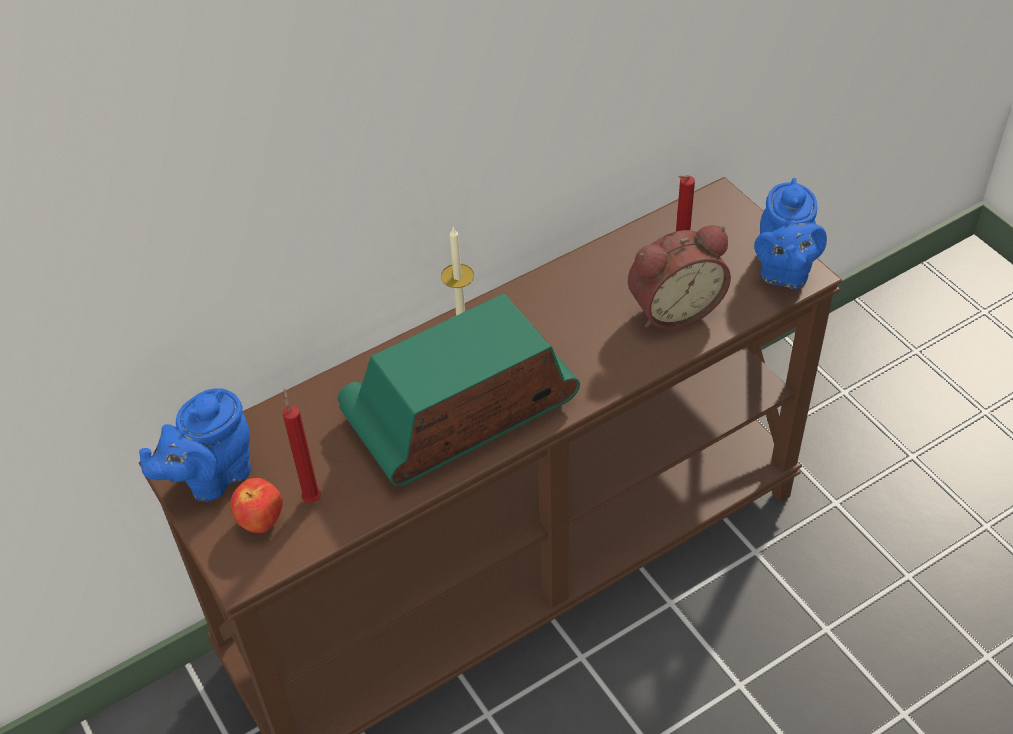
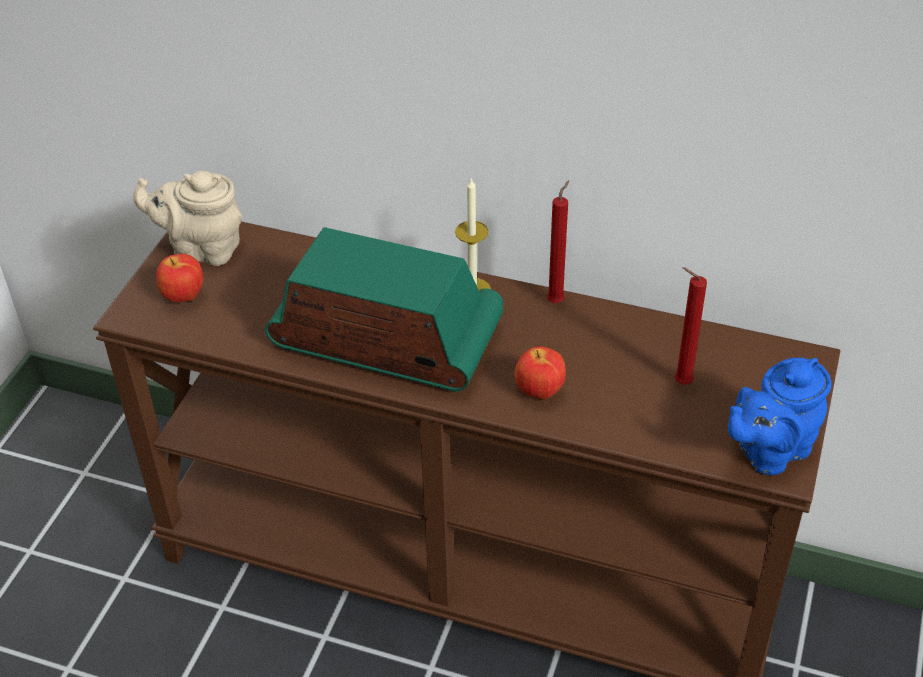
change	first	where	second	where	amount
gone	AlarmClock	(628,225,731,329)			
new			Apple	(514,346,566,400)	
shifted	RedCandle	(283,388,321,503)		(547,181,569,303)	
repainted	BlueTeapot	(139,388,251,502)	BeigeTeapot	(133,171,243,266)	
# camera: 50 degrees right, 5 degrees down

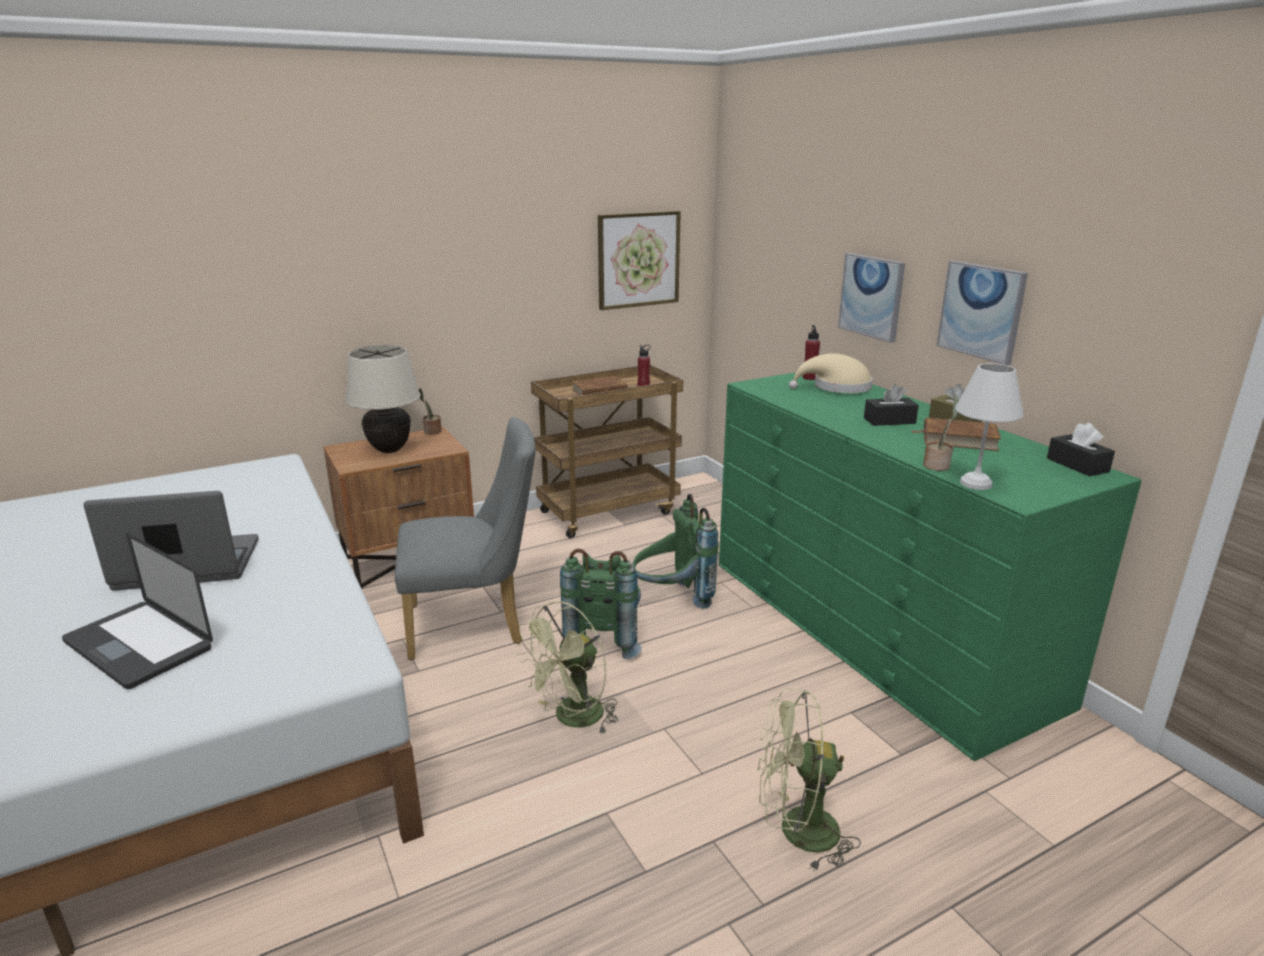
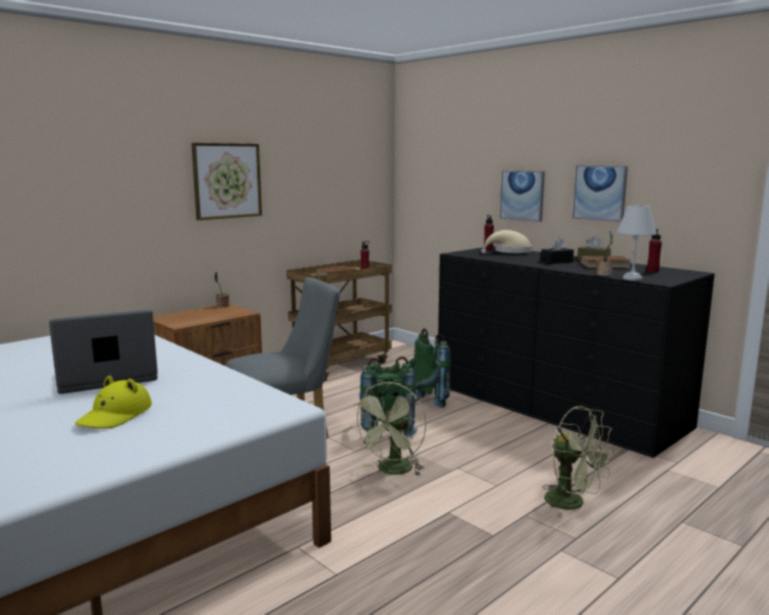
change	first	where	second	where	amount
gone	BeigeTableLamp	(345,345,421,453)			
gone	BlackTissueBox	(1047,423,1115,476)			
new			RedBottle	(647,229,662,273)	
shifted	Picture	(598,211,681,310)		(191,143,262,220)	
swapped	Laptop	(62,533,213,689)	YellowHat	(75,375,152,428)	
repainted	GreenDresser	(719,372,1142,761)	BlackDresser	(438,246,715,458)	
rotated	GreenFan	(757,689,861,872)		(542,406,614,518)	120 degrees counterclockwise
# camera: 15 degrees left, 10 degrees down

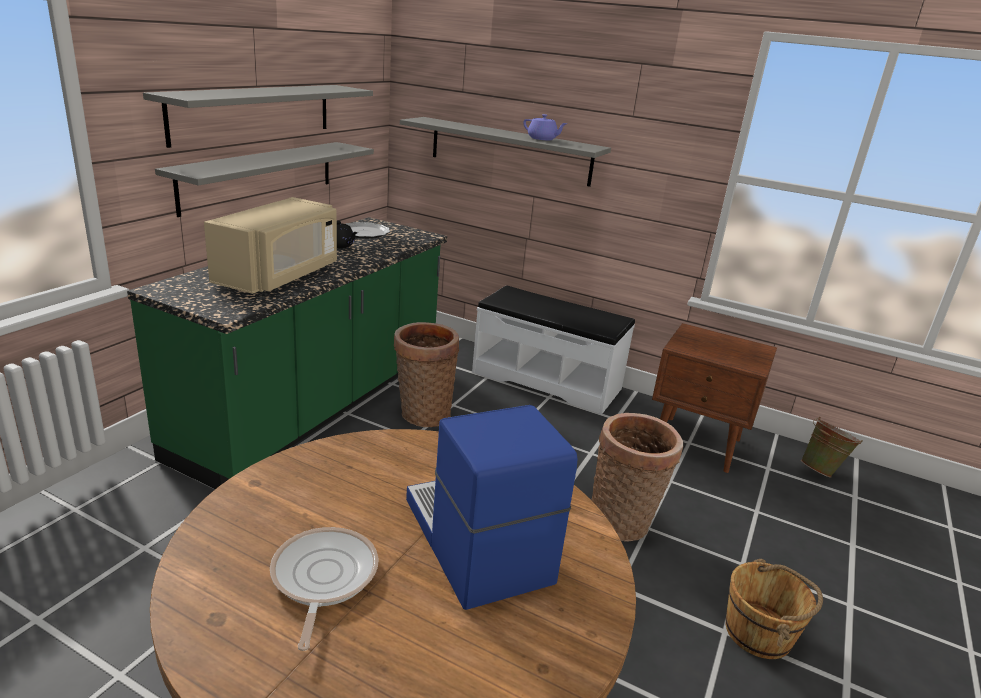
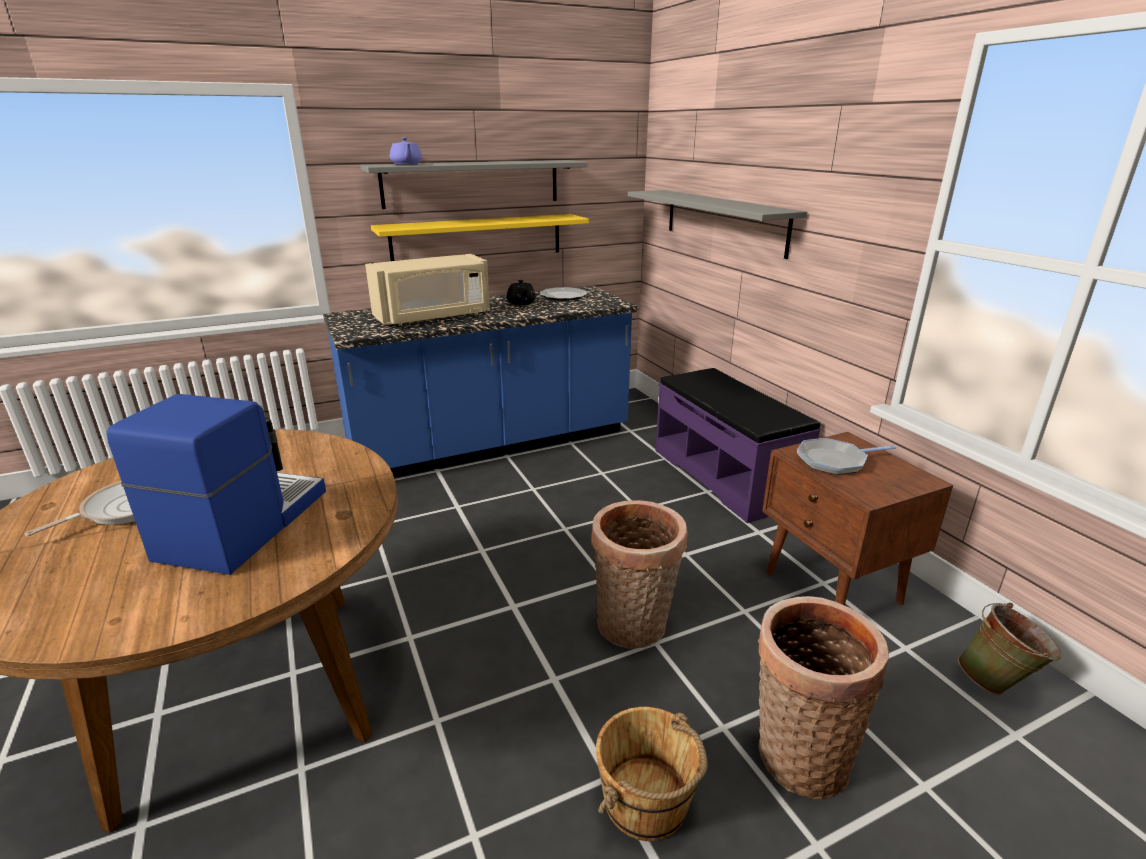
change	first	where	second	where	amount
new			FryingPan	(797,438,896,475)	
shifted	Basket	(394,322,459,427)		(758,596,889,799)	
shifted	PurpleTeapot	(523,114,568,140)		(390,137,422,165)	
repainted	GreenCounter	(127,217,447,489)	BlueCounter	(323,286,637,477)	
repainted	GreyShelf	(155,142,374,217)	YellowShelf	(371,214,589,261)	
repainted	WhiteBench	(472,285,635,414)	PurpleBench	(656,368,820,523)	
# camera: 40 degrees right, 0 degrees up

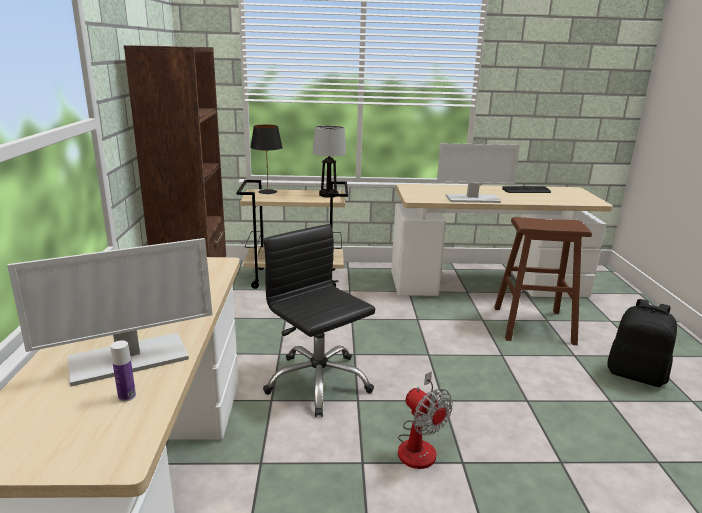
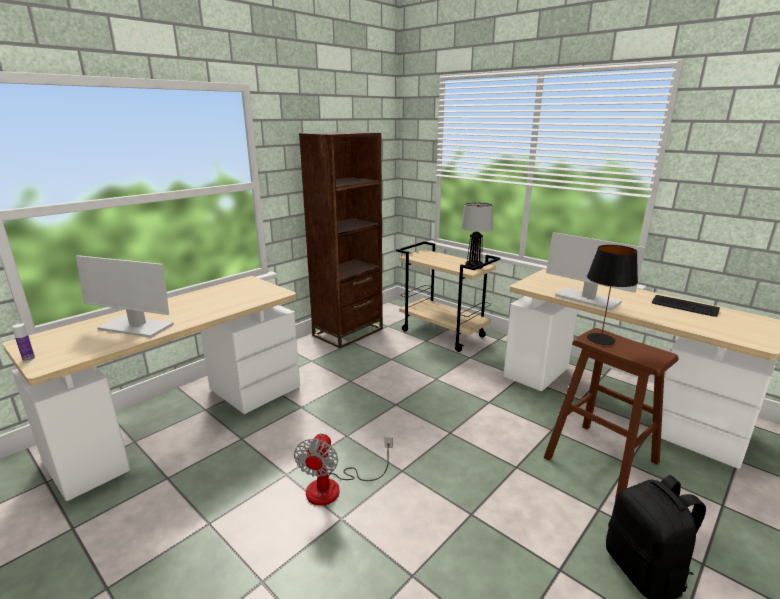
change	first	where	second	where	amount
gone	BlackOfficeChair	(263,224,375,417)			
shifted	Bottle	(110,340,136,401)		(12,323,35,361)	
shifted	BlackTableLamp	(250,125,283,194)		(587,245,638,345)	
# camera: 45 degrees right, 0 degrees up

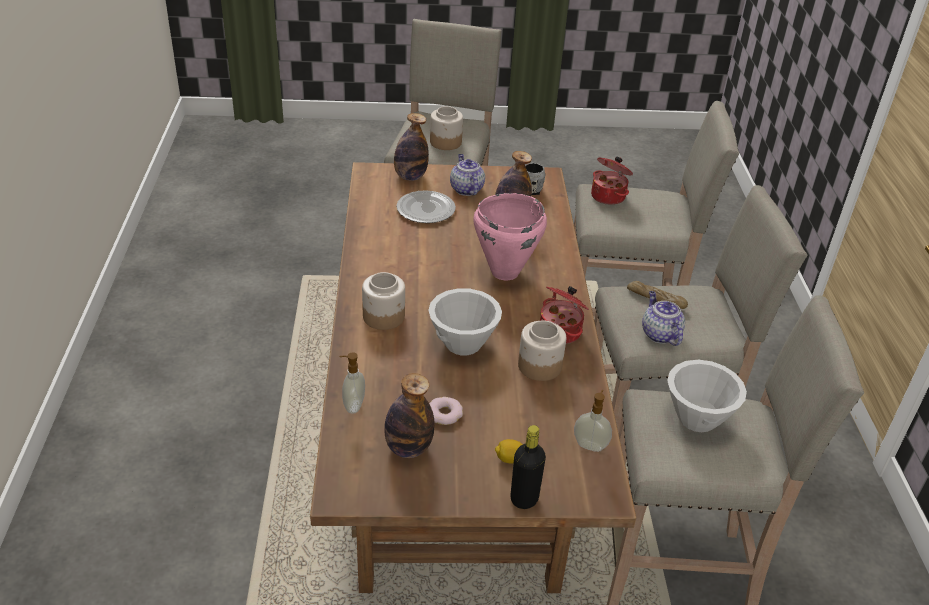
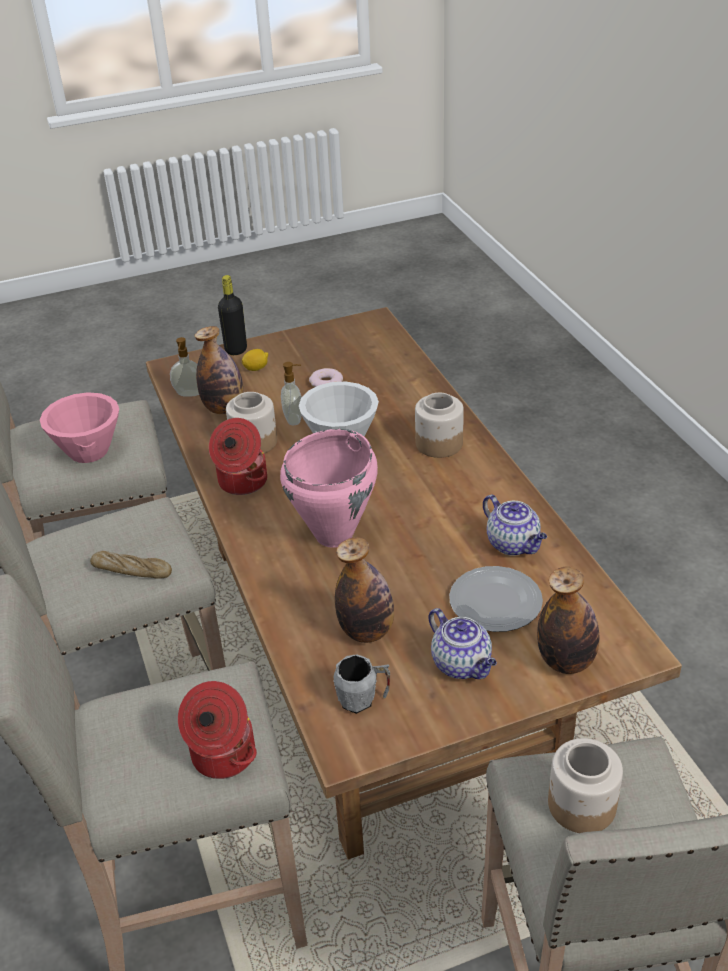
change	first	where	second	where	amount
shifted	SoapDispenser	(340,353,365,414)		(281,362,302,425)	
shifted	Bottle	(384,373,434,458)		(194,326,243,414)	
shifted	Teapot	(642,291,685,346)		(483,495,547,556)	
repainted	WhiteBowl	(667,360,747,432)	PinkBowl	(40,392,119,463)	
# camera: 165 degrees right, 0 degrees up

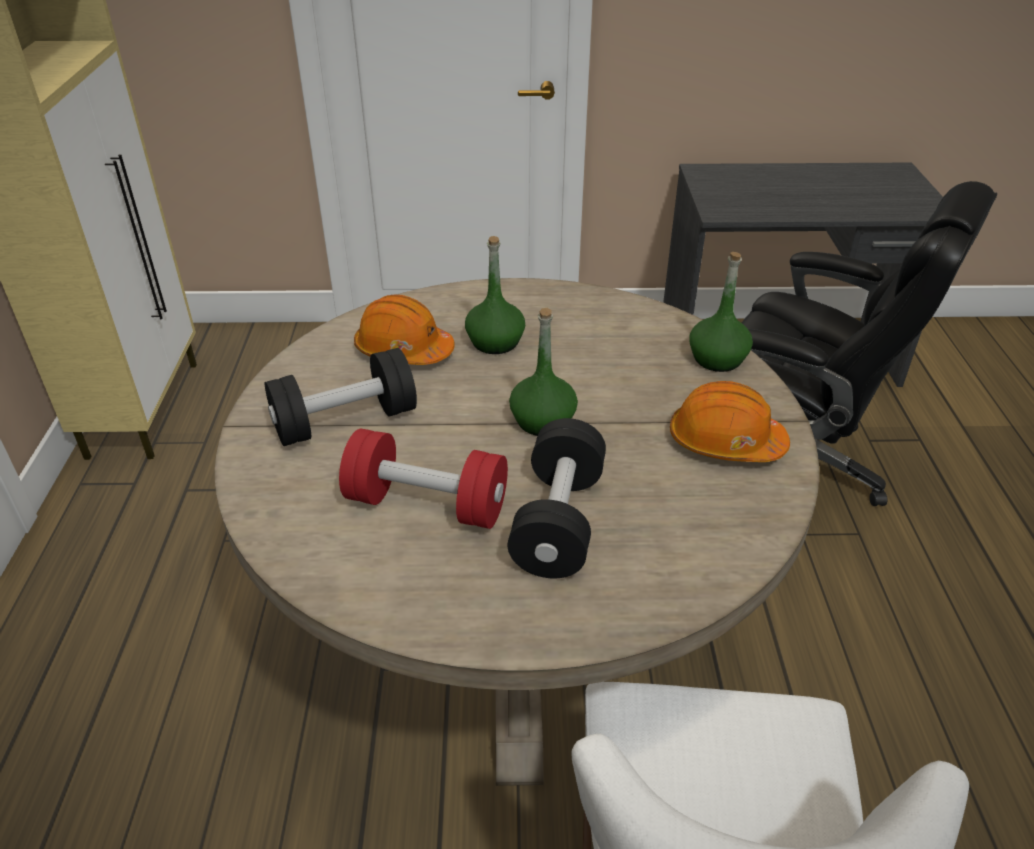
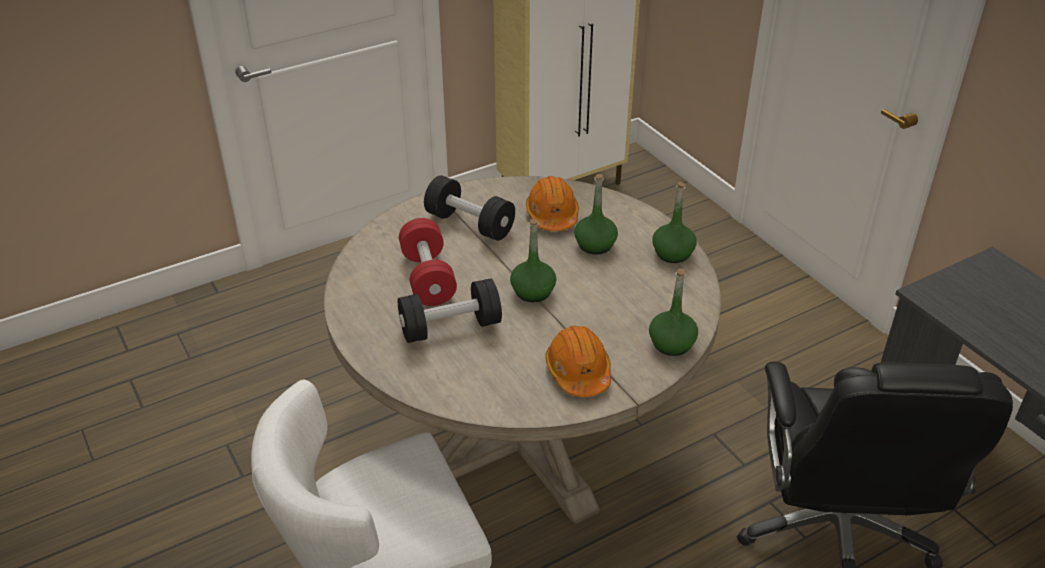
change	first	where	second	where	amount
new			GreenBottle	(652,182,697,263)	
# camera: 60 degrees right, 0 degrees up

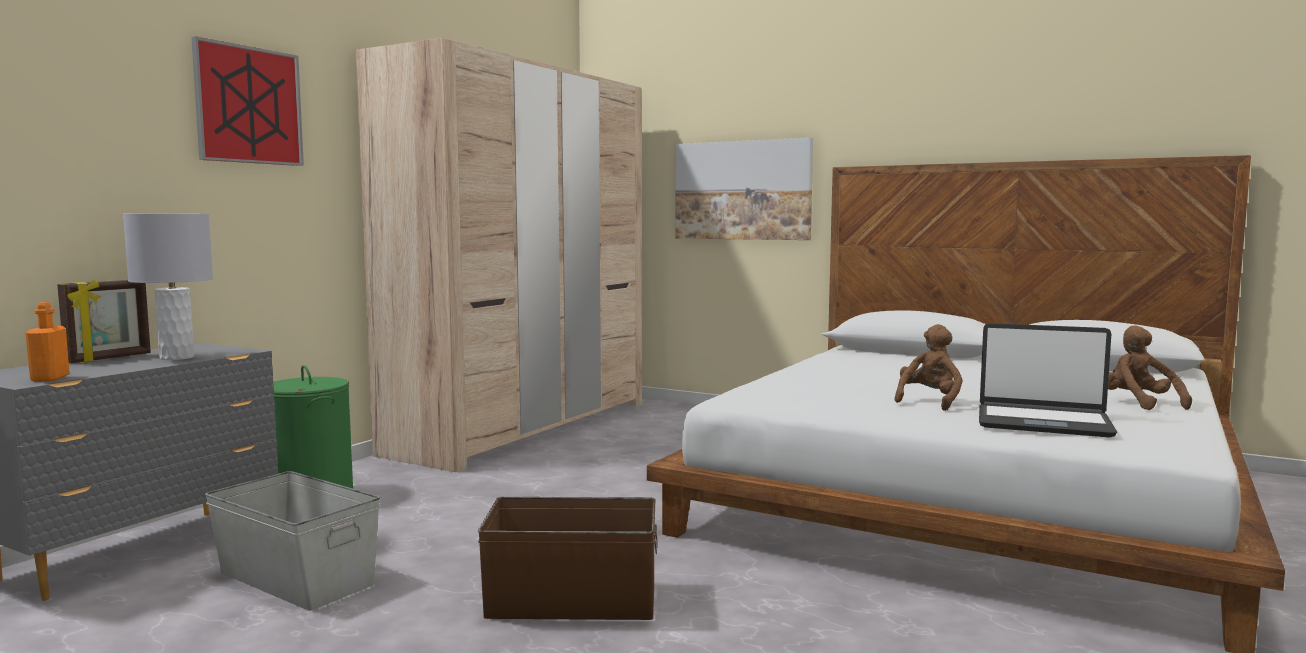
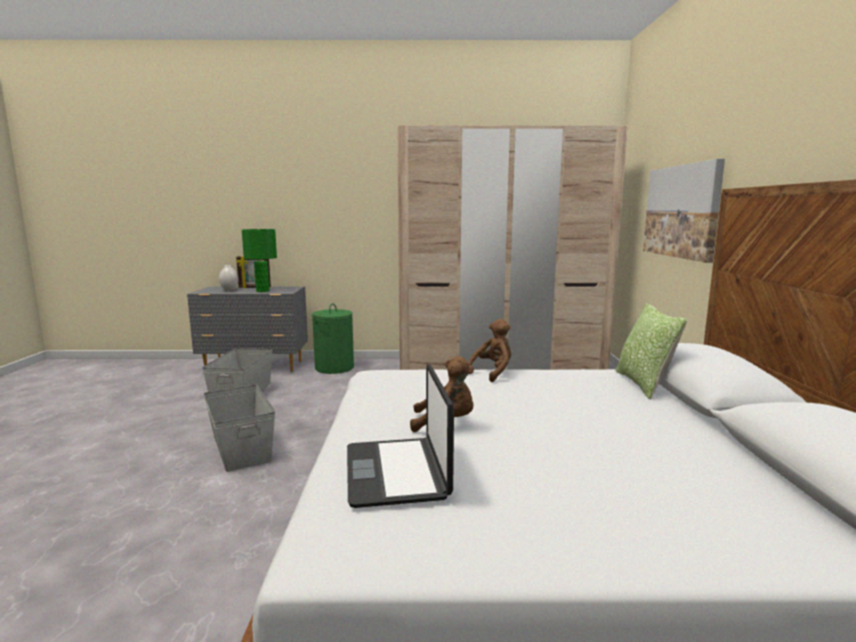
change	first	where	second	where	amount
gone	OrangeBottle	(26,302,70,382)			
gone	Picture	(191,36,304,166)			
new			WhiteVase	(219,265,239,291)	
new			Pillow	(615,303,687,400)	
shifted	BrownPlushToy	(1108,325,1192,410)		(468,319,511,382)	
repainted	GreyTableLamp	(123,214,213,360)	GreenTableLamp	(242,229,277,292)	
repainted	BrownStorageBox	(478,497,657,620)	GreyStorageBox	(203,385,276,472)	
# camera: 60 degrees right, 5 degrees up

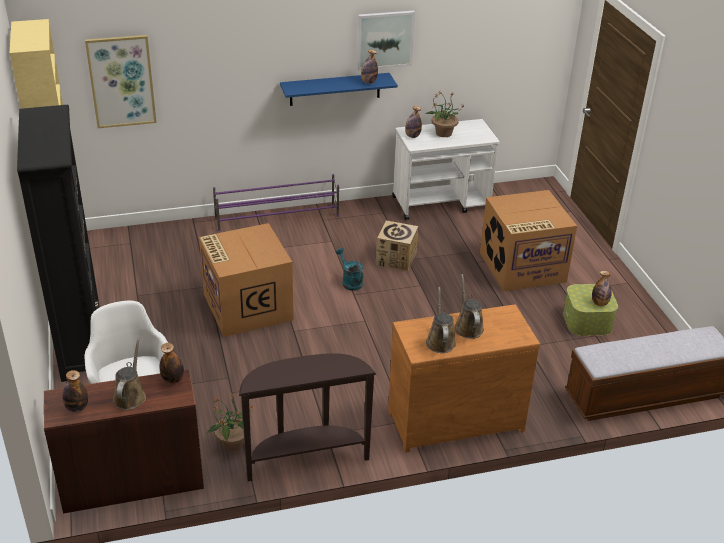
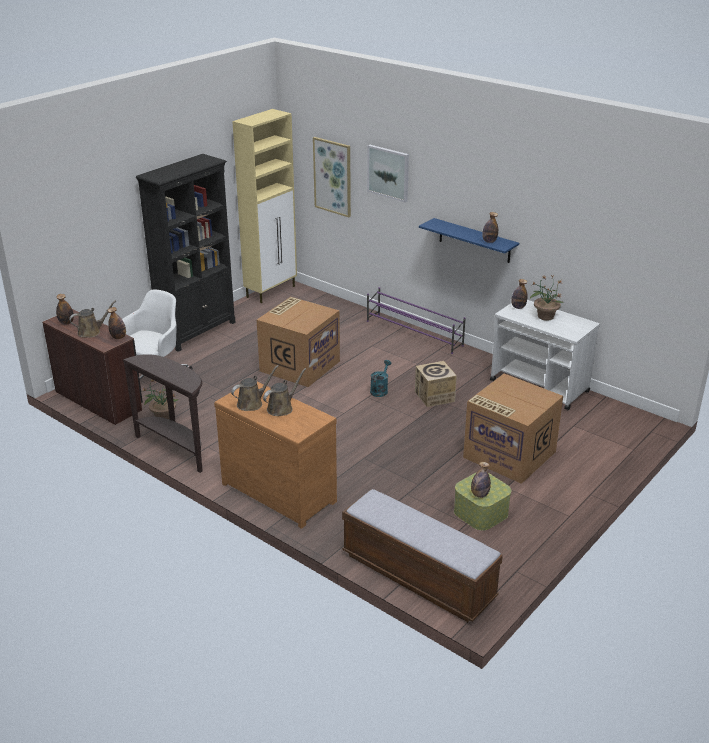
change	first	where	second	where	amount
shifted	Picture	(357,11,415,70)		(367,145,409,202)	
# camera: 55 degrees right, 5 degrees down

